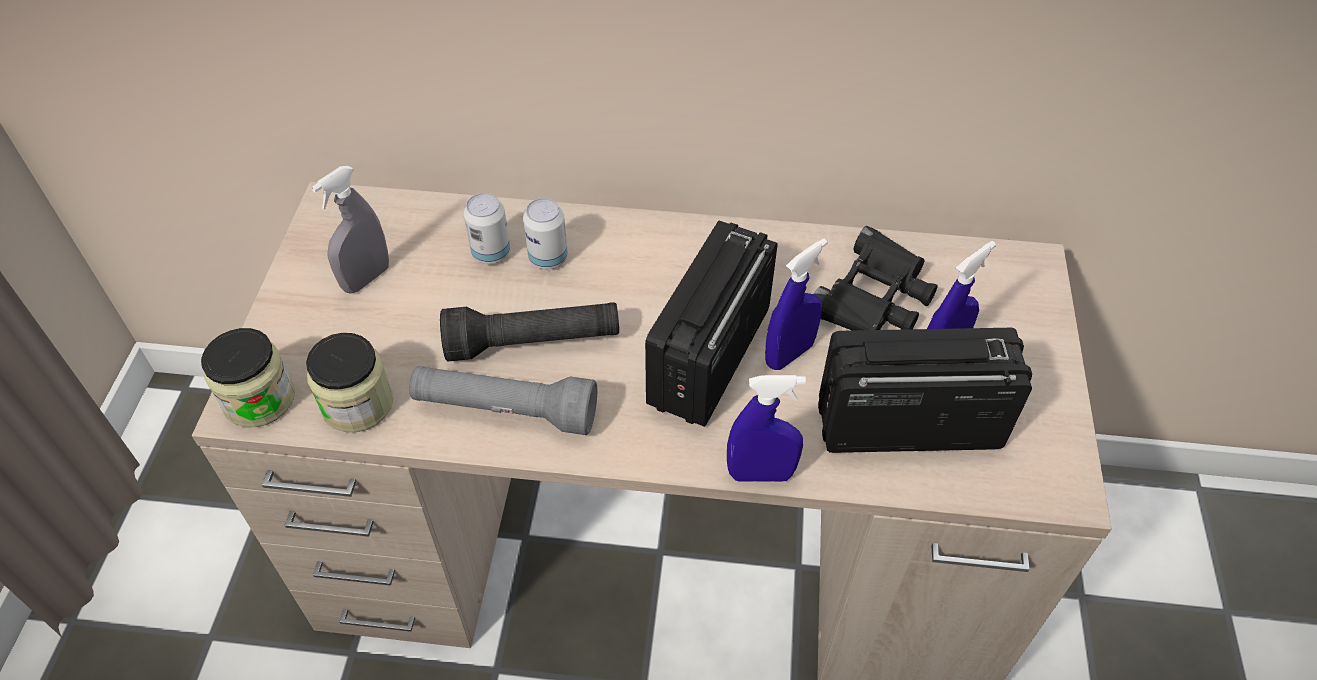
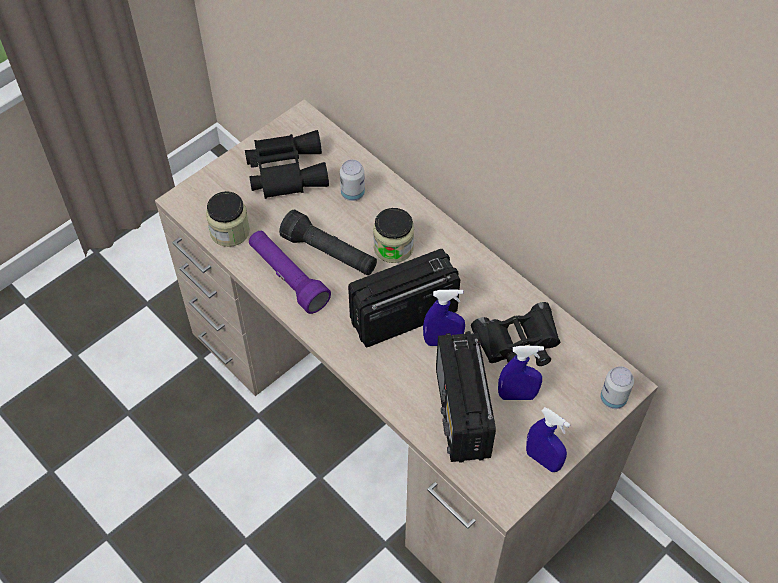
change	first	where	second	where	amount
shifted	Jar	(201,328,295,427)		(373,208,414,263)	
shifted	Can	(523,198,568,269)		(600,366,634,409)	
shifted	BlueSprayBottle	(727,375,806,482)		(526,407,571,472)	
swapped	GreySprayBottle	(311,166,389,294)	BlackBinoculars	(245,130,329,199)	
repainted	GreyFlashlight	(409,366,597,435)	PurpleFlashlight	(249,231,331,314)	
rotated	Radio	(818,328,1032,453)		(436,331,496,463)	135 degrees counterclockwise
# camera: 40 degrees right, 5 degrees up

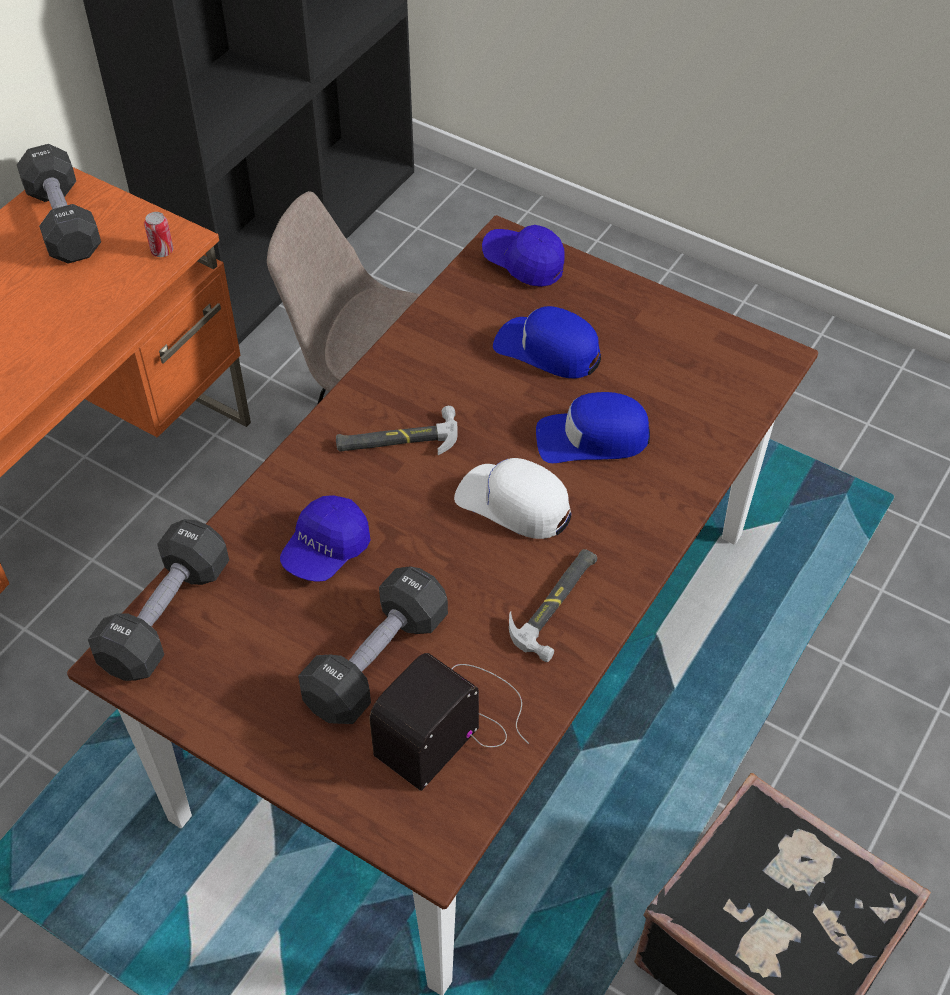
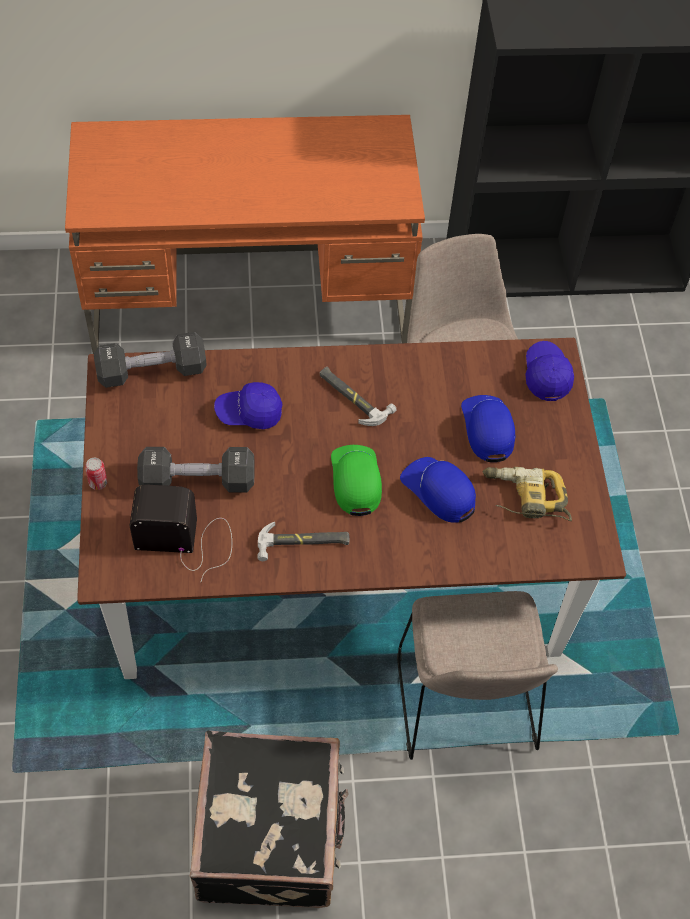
change	first	where	second	where	amount
gone	BlackDumbbell	(17,144,101,264)			
new			BeigeChair	(397,591,558,760)	
new			PowerDrill	(483,467,572,521)	
shifted	Can	(144,212,173,257)		(85,458,107,490)	
repainted	WhiteCap	(454,458,571,539)	GreenCap	(331,445,382,516)	
# camera: 50 degrees right, 5 degrees up

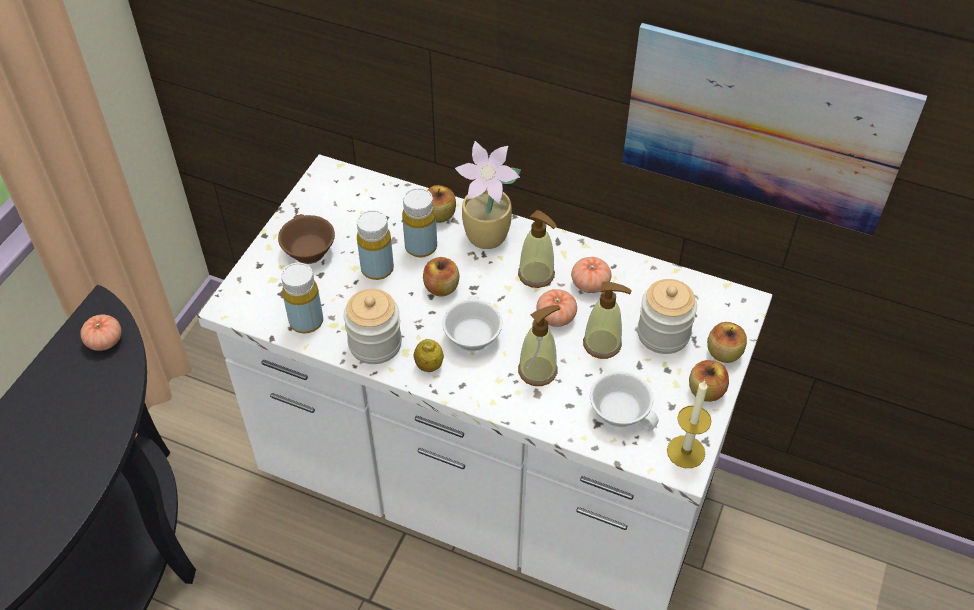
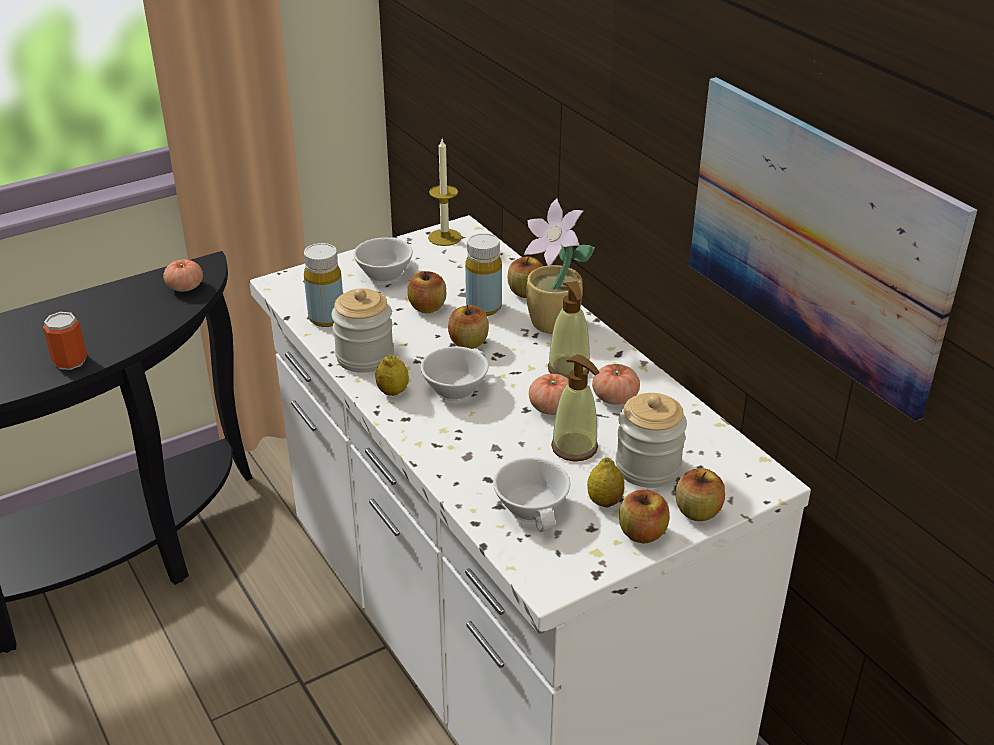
change	first	where	second	where	amount
gone	SoapDispenser	(518,305,561,386)			
new			Can	(43,312,87,370)	
new			Lemon	(587,458,625,507)	
shifted	Candle	(667,380,712,468)		(428,139,462,246)	
swapped	YellowBottle	(357,210,394,280)	Apple	(408,271,446,313)	
repainted	BrownCup	(278,214,335,264)	WhiteCup	(353,237,413,283)	
# camera: 35 degrees right, 15 degrees down

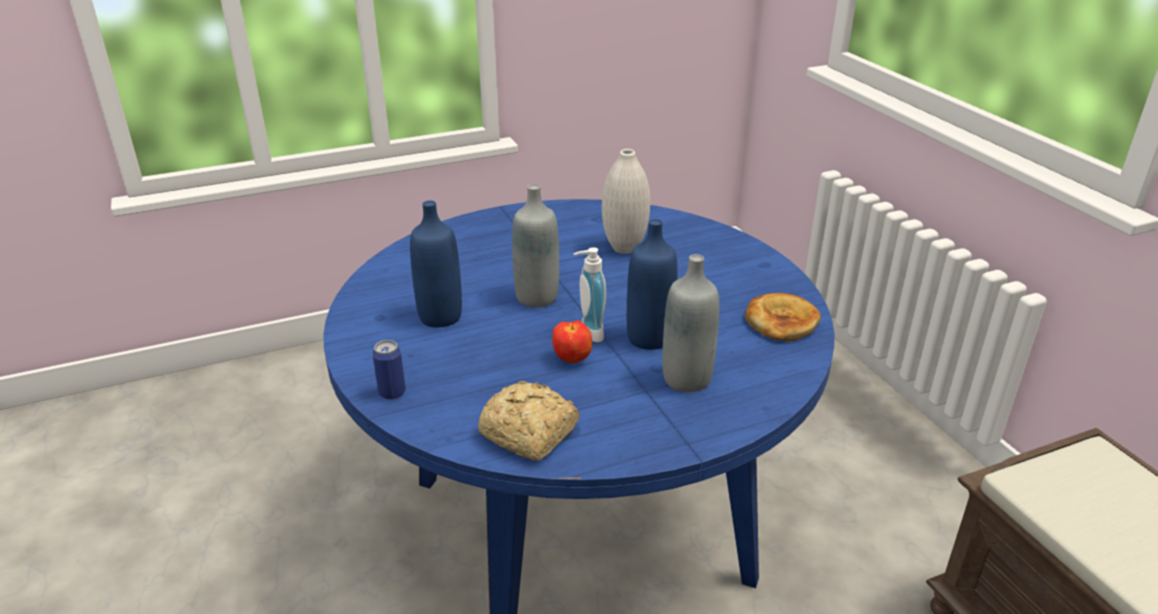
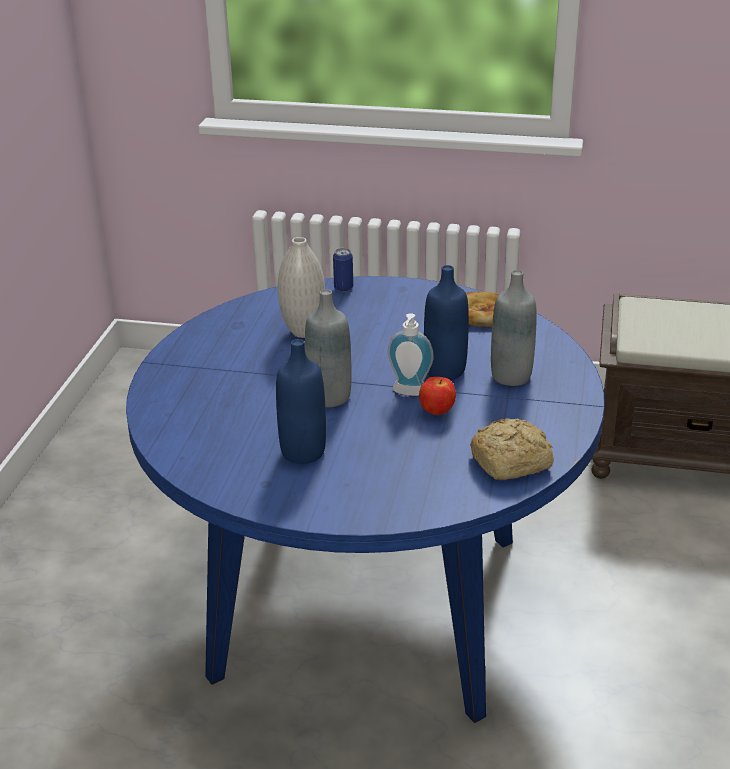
change	first	where	second	where	amount
shifted	Can	(372,340,406,400)		(333,248,353,292)	
# camera: 55 degrees left, 0 degrees up

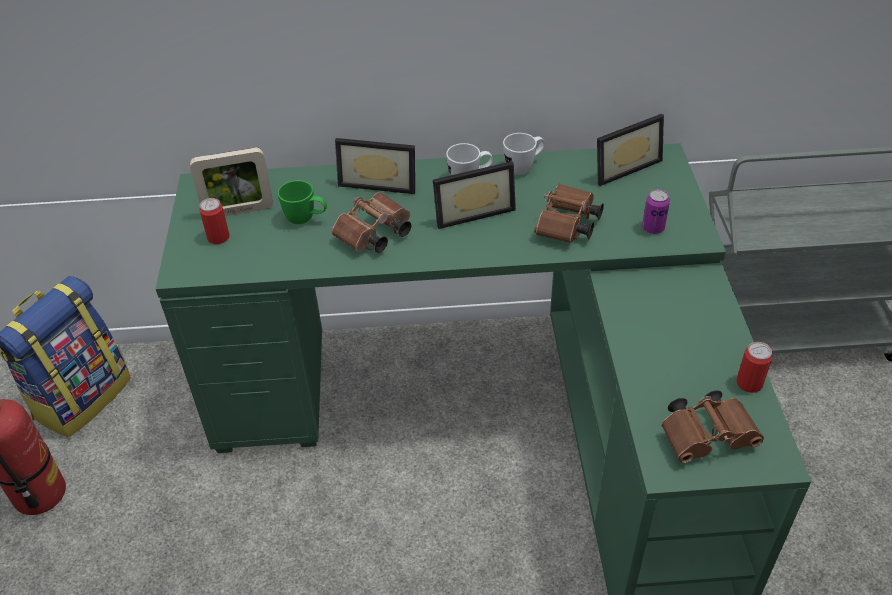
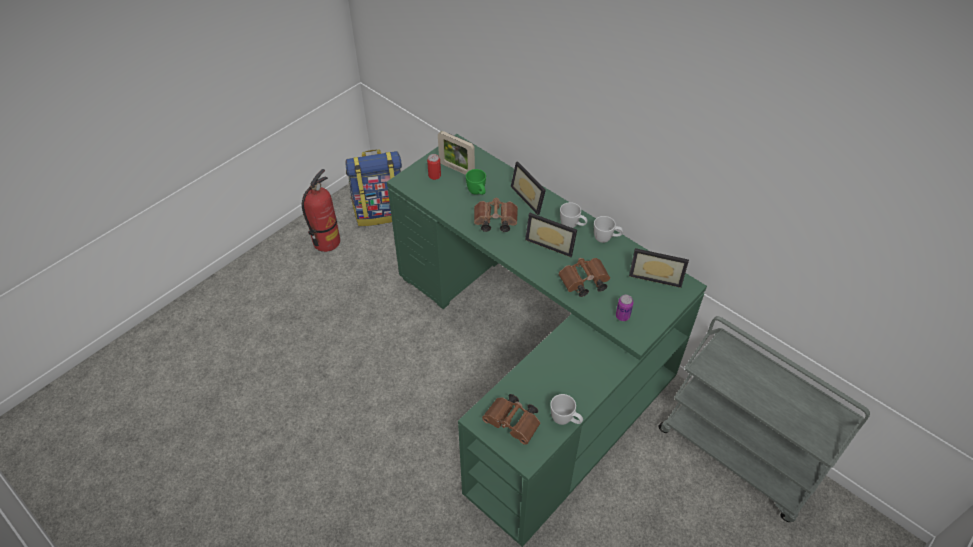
change	first	where	second	where	amount
swapped	Can	(736,342,772,393)	WhiteMug	(550,394,583,425)	
# camera: 45 degrees right, 5 degrees up

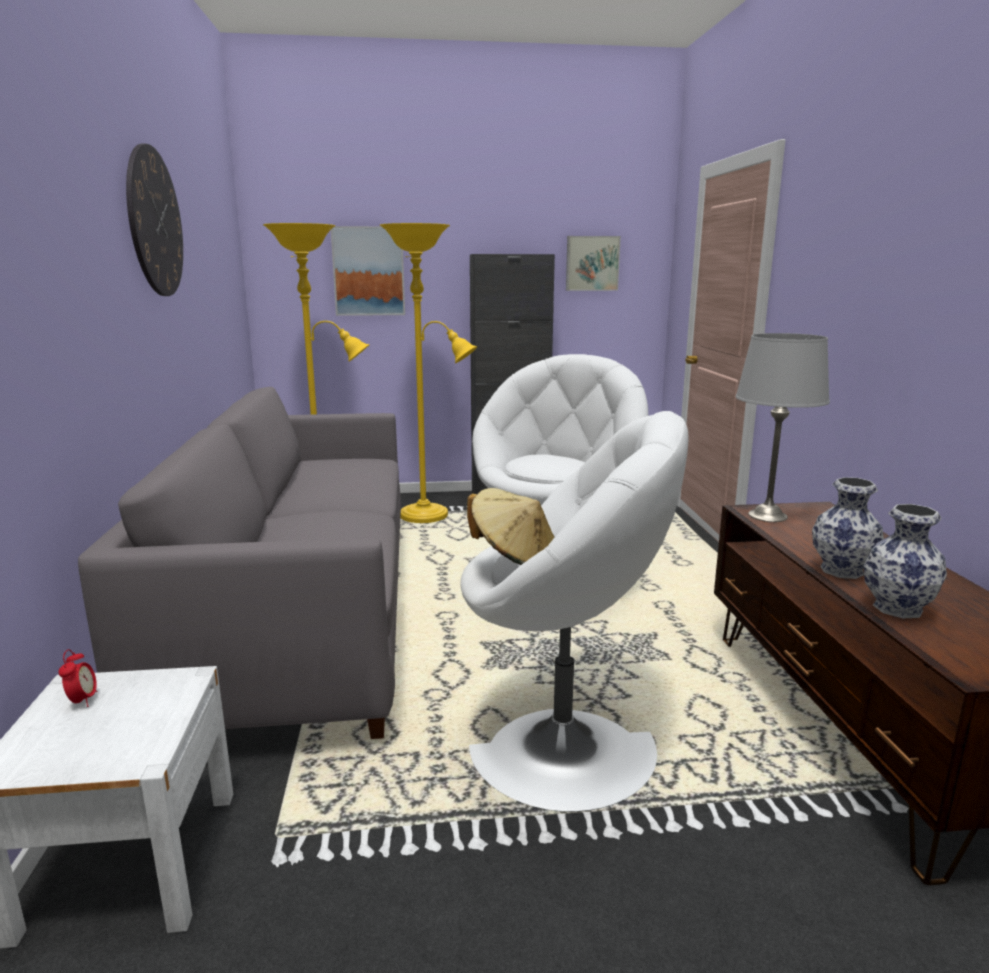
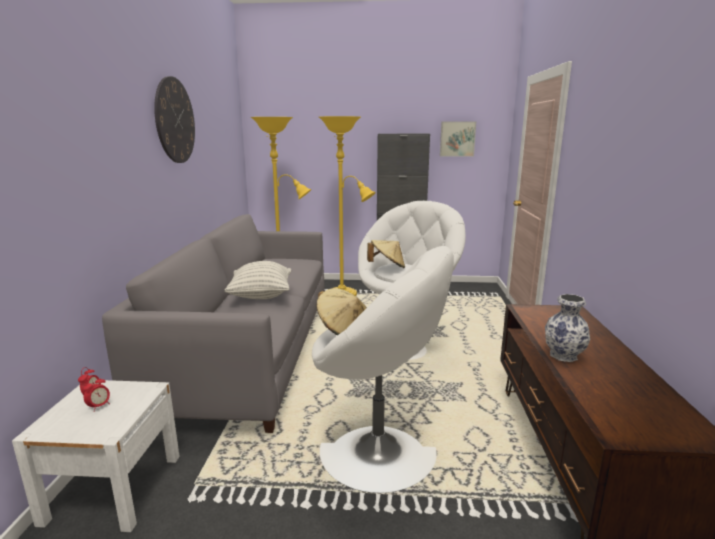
change	first	where	second	where	amount
gone	Picture	(331,226,405,316)			
gone	GreyTableLamp	(735,333,830,522)			
gone	Vase	(864,504,947,618)			
new			AlarmClock	(83,376,110,412)	
new			Pillow	(224,261,291,299)	
new			BeigeHat	(367,240,405,268)	
# camera: 10 degrees right, 0 degrees up

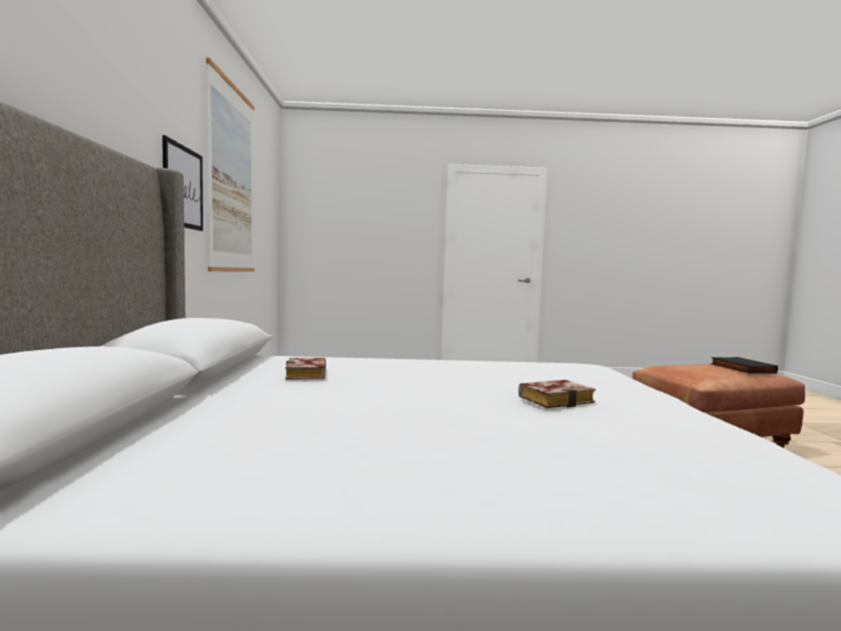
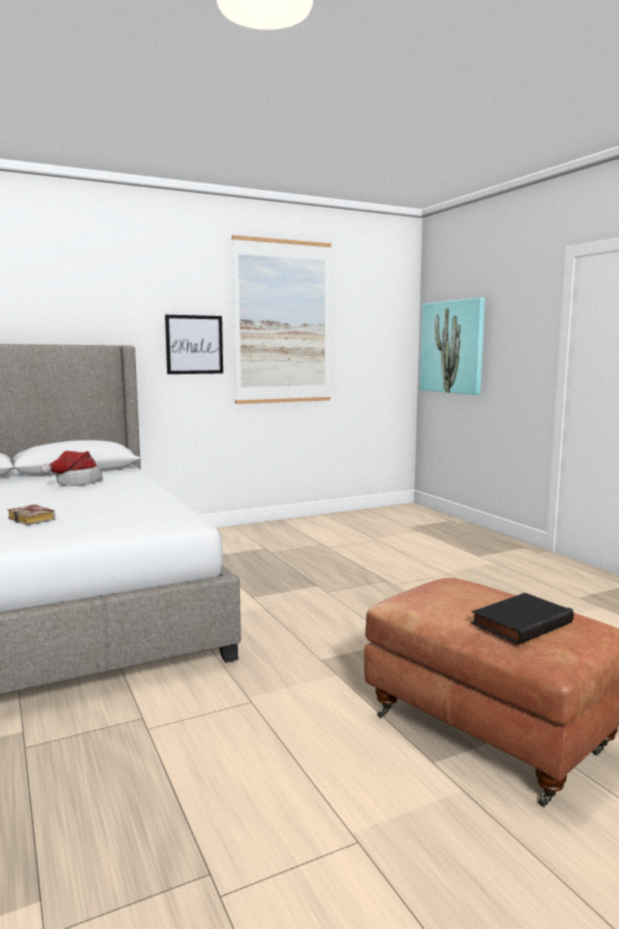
change	first	where	second	where	amount
new			Picture	(420,297,485,395)	
swapped	Book	(285,358,326,380)	Hat	(40,451,103,486)	
# camera: 65 degrees right, 5 degrees up

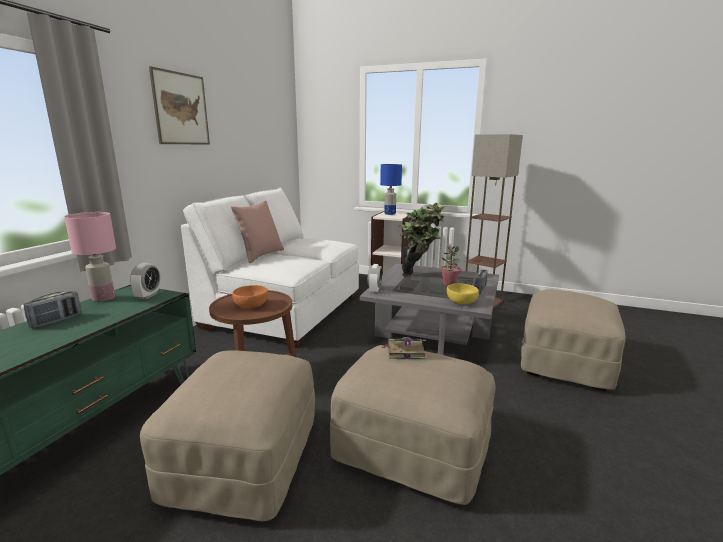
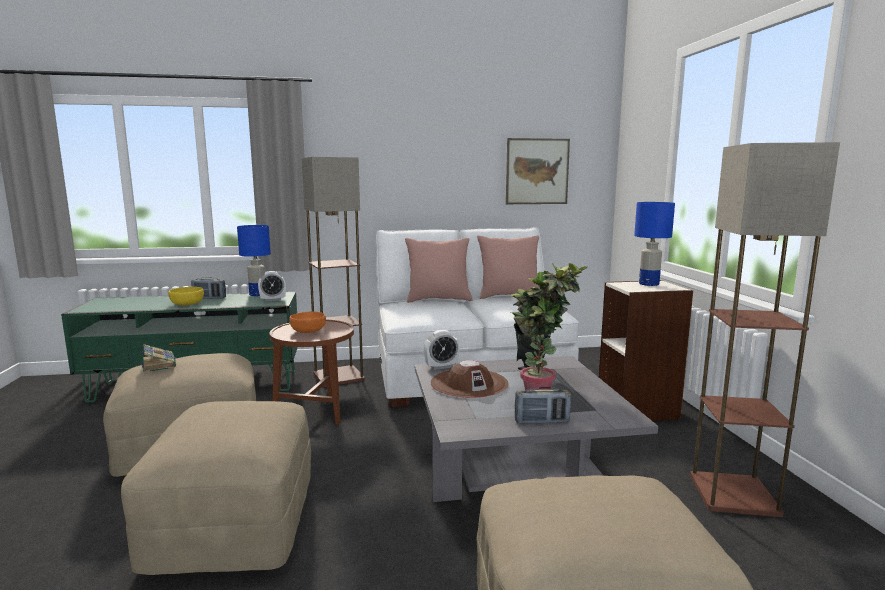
change	first	where	second	where	amount
new			FloorLamp	(302,157,365,387)	
new			BrownHat	(431,360,508,398)	
new			PinkPillow	(477,236,540,299)	
shifted	Picture	(149,66,210,144)		(506,138,570,204)	
shifted	Book	(381,337,426,360)		(141,344,176,373)	
shifted	YellowBowl	(447,283,479,304)		(168,287,204,306)	
repainted	PinkTableLamp	(64,212,116,302)	BlueTableLamp	(237,225,271,296)	
# camera: 60 degrees right, 5 degrees down

